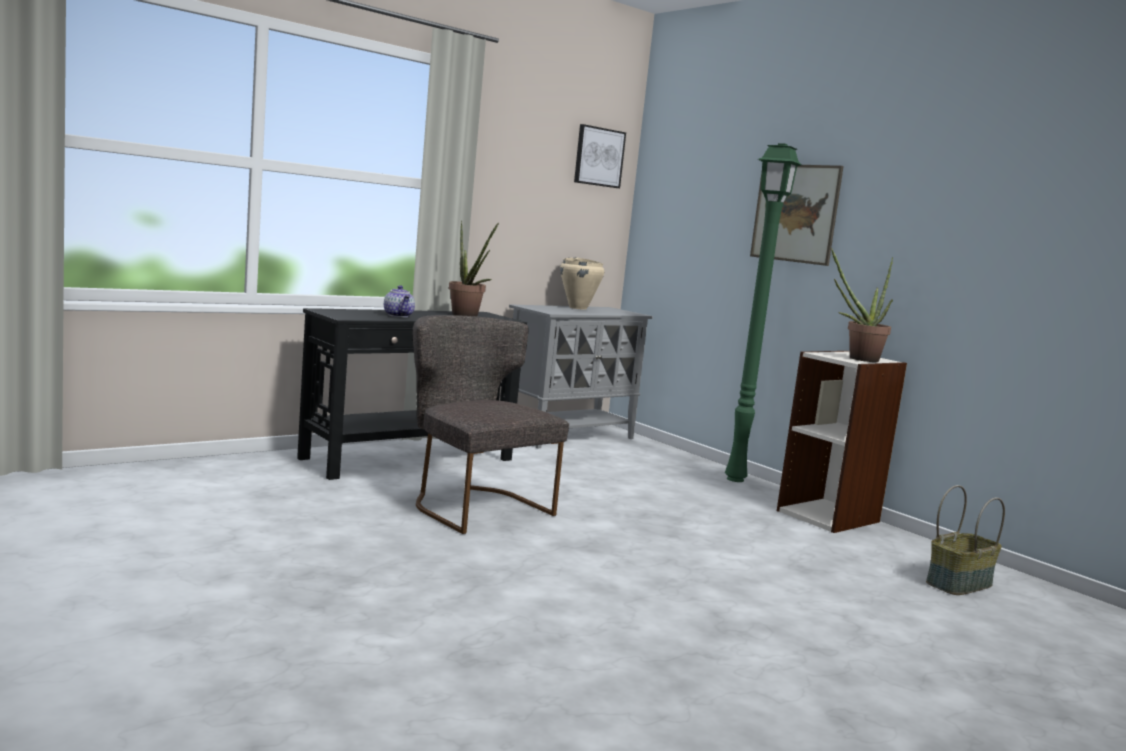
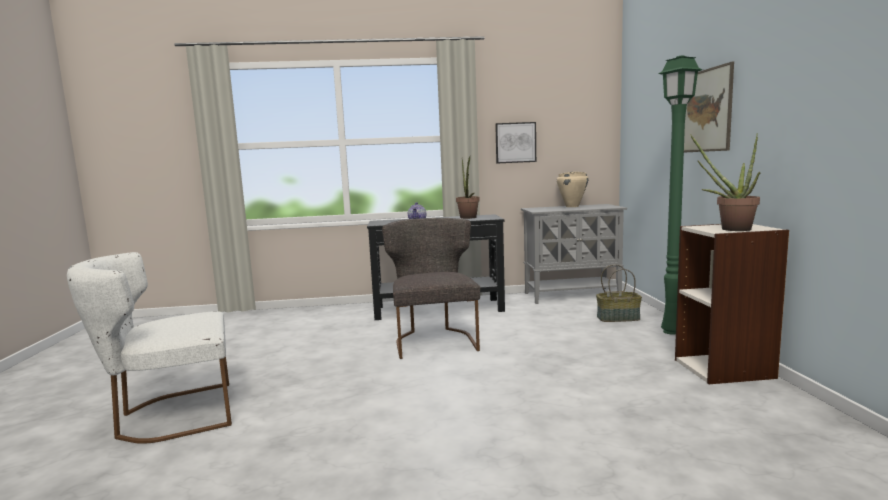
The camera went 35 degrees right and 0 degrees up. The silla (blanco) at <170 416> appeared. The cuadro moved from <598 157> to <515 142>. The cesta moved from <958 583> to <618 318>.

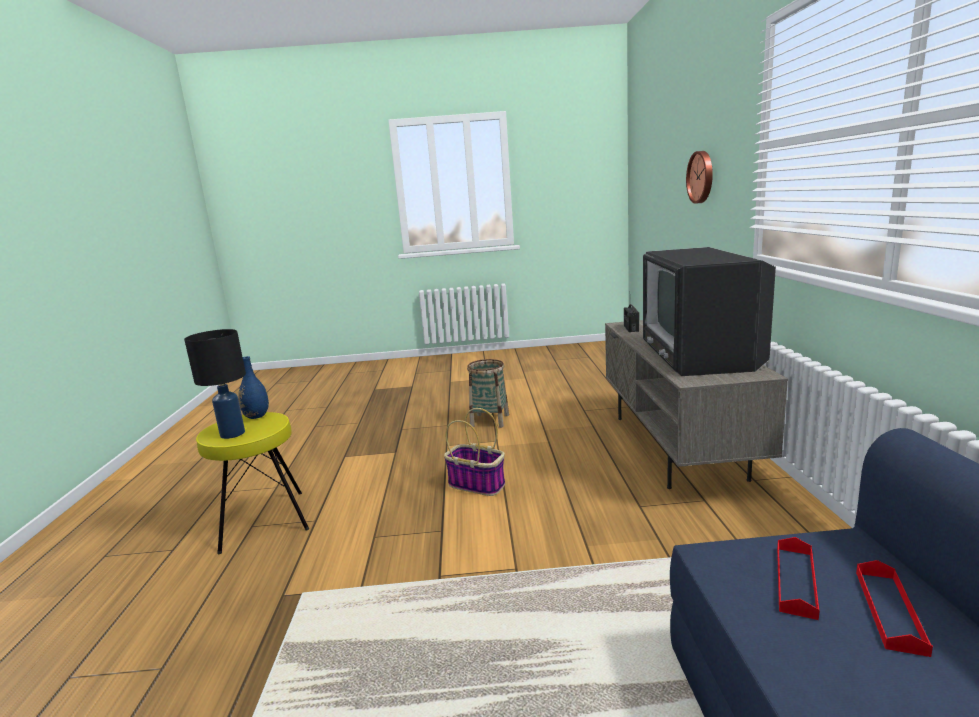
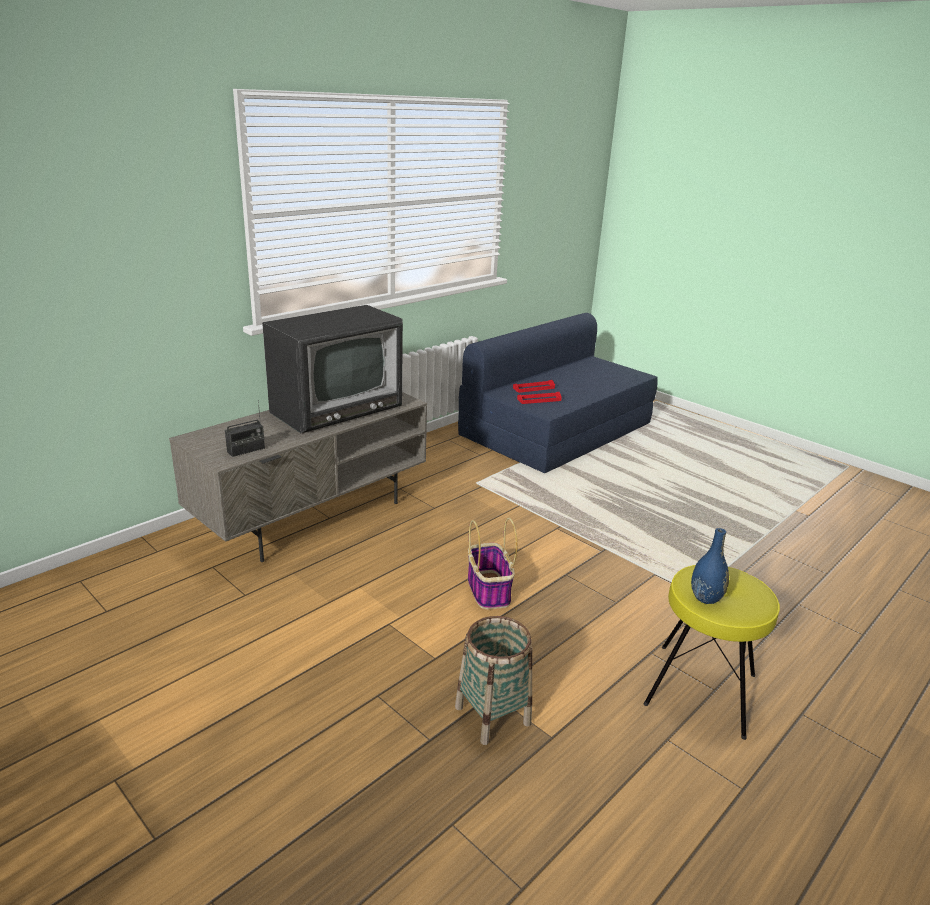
The camera went 135 degrees left and 10 degrees up. The lámpara de mesa (negro) at <231 434> disappeared. The reloj de pared at <701 177> disappeared. The cesta moved from <489 420> to <493 715>.

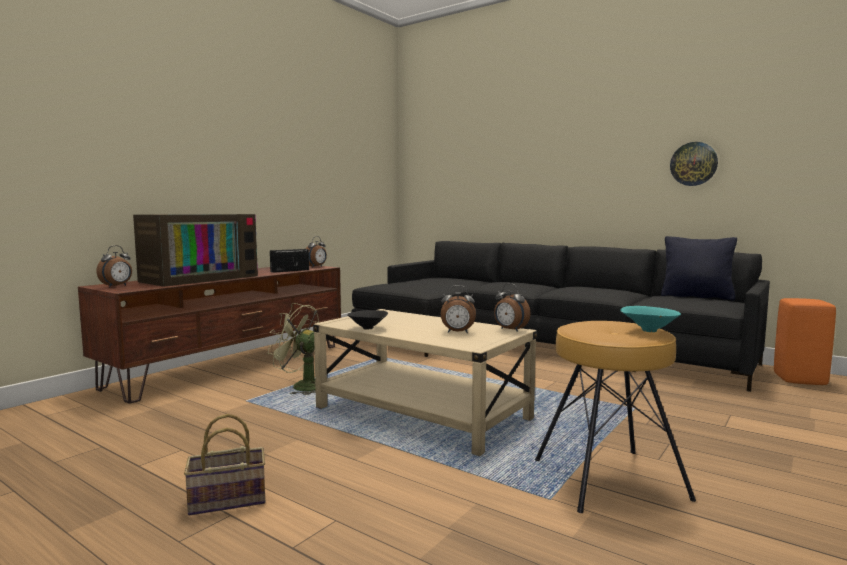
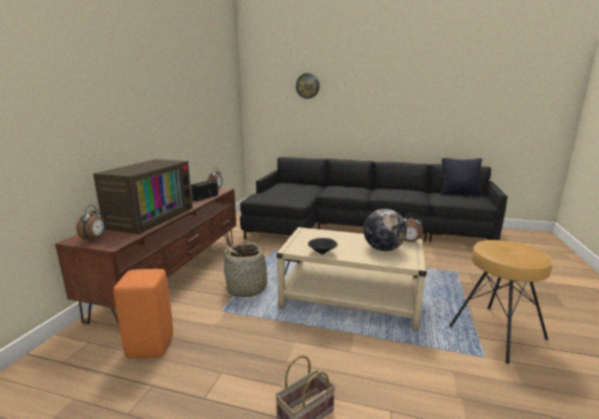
The camera went 20 degrees left and 10 degrees up. The cuenco (turquesa) at <647 331> disappeared. The reloj de pared moved from <693 164> to <307 86>. The taburete (naranja) moved from <800 380> to <151 346>. The ventilador (verde) at <301 386> was replaced by the cesta at <247 288>. The despertador at <457 332> was replaced by the globo terráqueo at <383 249>.

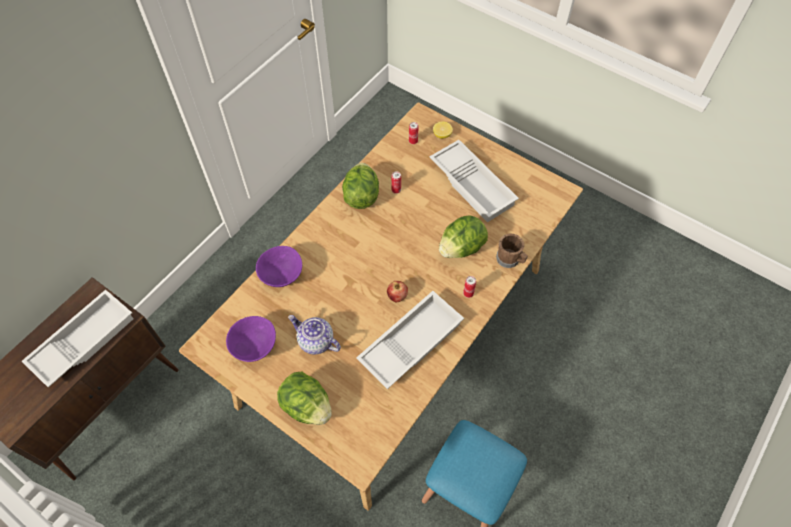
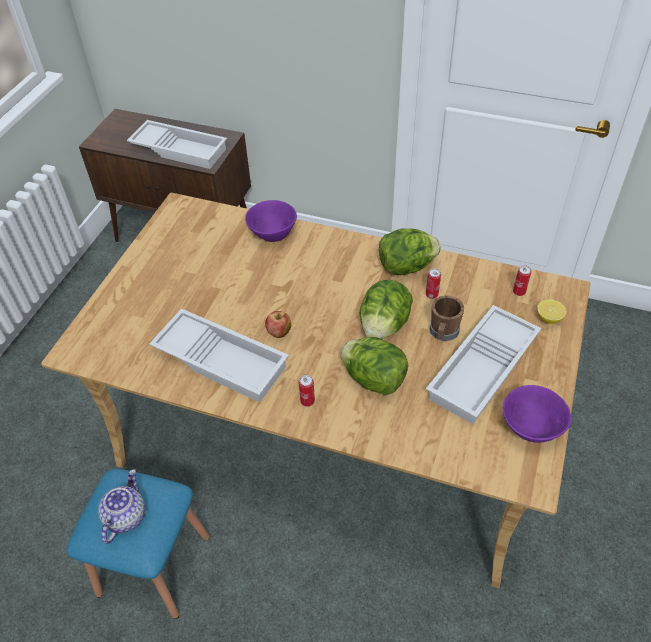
The camera went 75 degrees right and 10 degrees down. The cuenco (morado) moved from <254 346> to <531 427>. The lechuga moved from <307 406> to <384 326>. The tetera moved from <315 341> to <125 516>. The taza grande (marrón) moved from <510 260> to <443 333>.

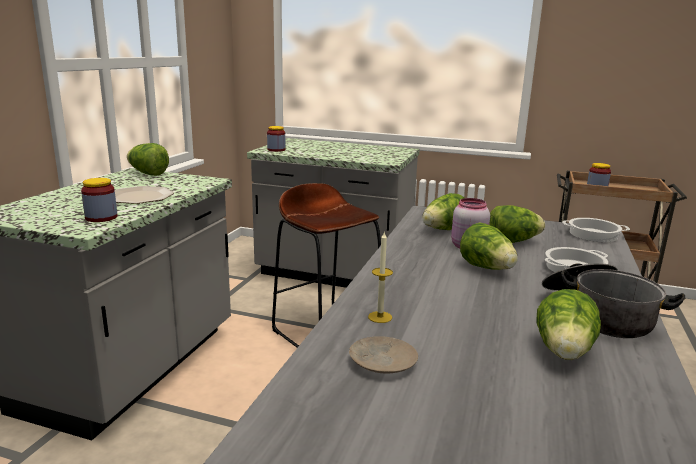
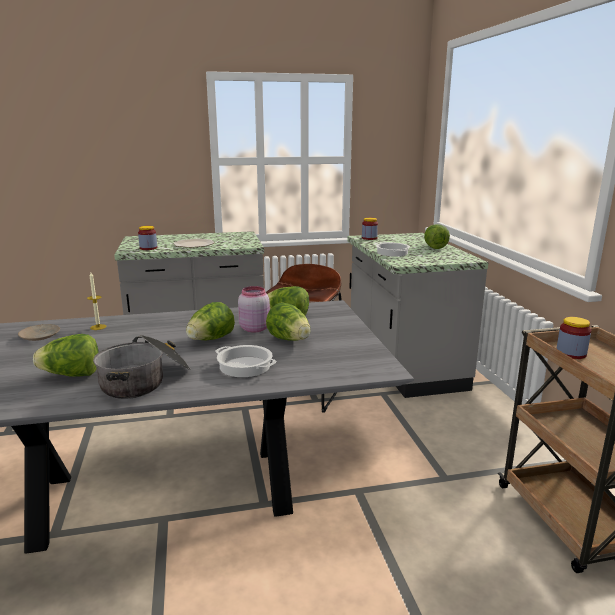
The camera went 60 degrees right and 0 degrees up. The lechuga moved from <148 174> to <434 247>. The olla moved from <593 235> to <392 253>.

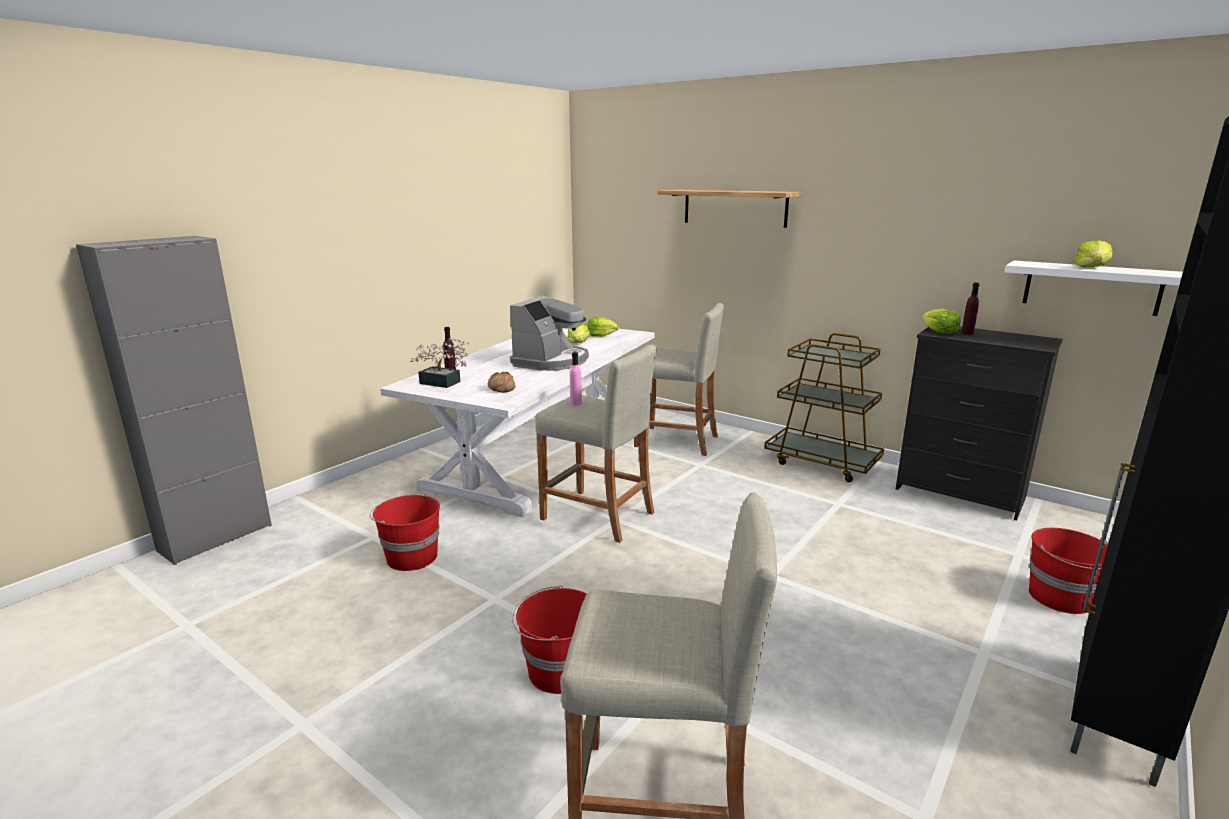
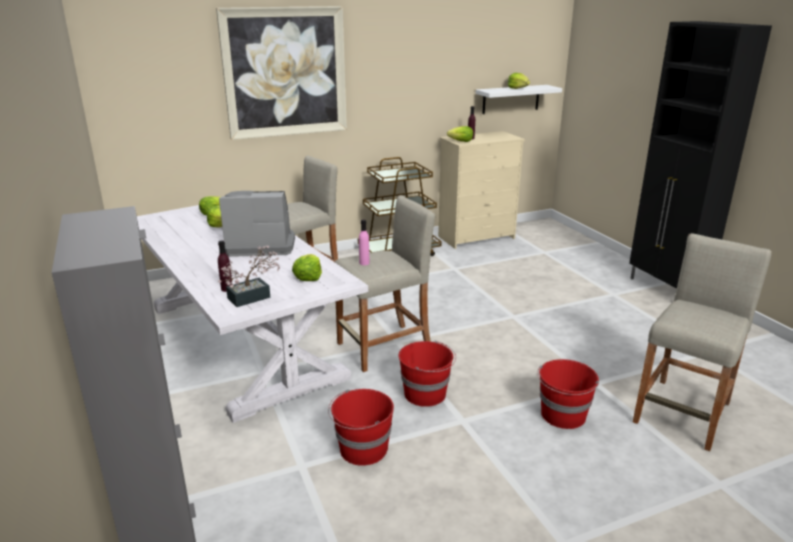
The camera went 60 degrees left and 5 degrees up. The cubo (rojo) moved from <1061 598> to <426 394>. The pan at <501 389> was replaced by the lechuga at <308 277>. The estante at <734 207> was replaced by the cuadro at <285 72>. The cómoda (negro) at <960 494> became the cómoda (beis) at <477 237>. The cafetera at <551 361> turned 60 degrees counterclockwise.

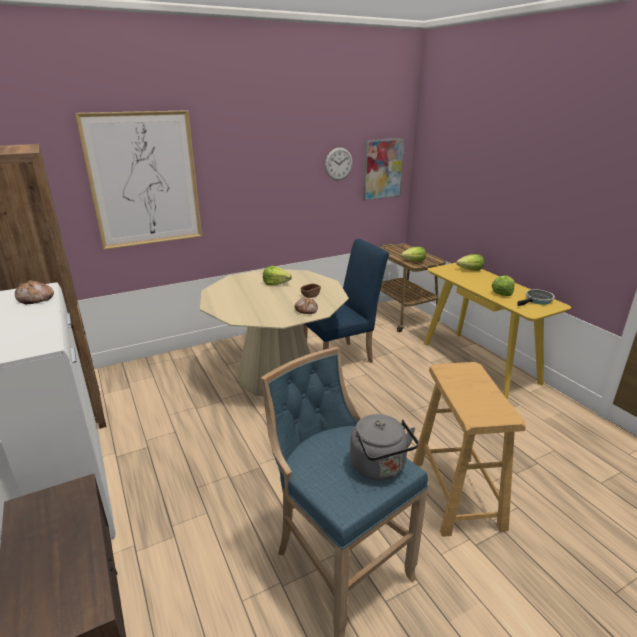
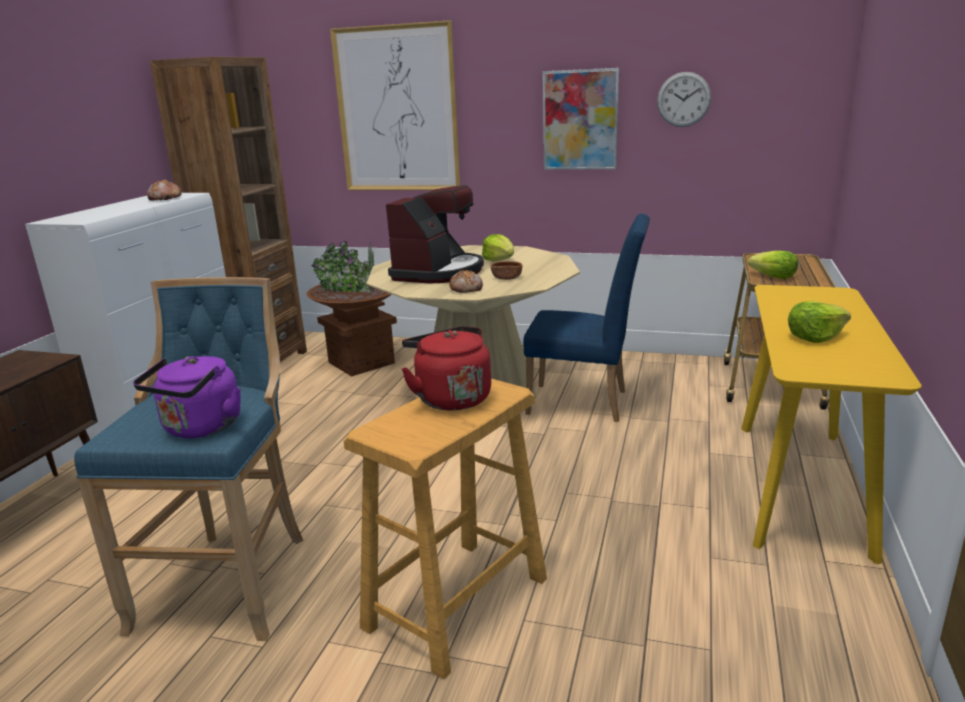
The camera went 45 degrees right and 5 degrees down. The lechuga at <470 270> disappeared. The sartén at <537 300> disappeared. The maceta (marrón) at <361 362> appeared. The cafetera at <438 272> appeared. The hervidor (rojo) at <450 398> appeared. The cuadro moved from <383 169> to <580 120>. The hervidor (gris) at <380 468> became the hervidor (morado) at <200 429>.

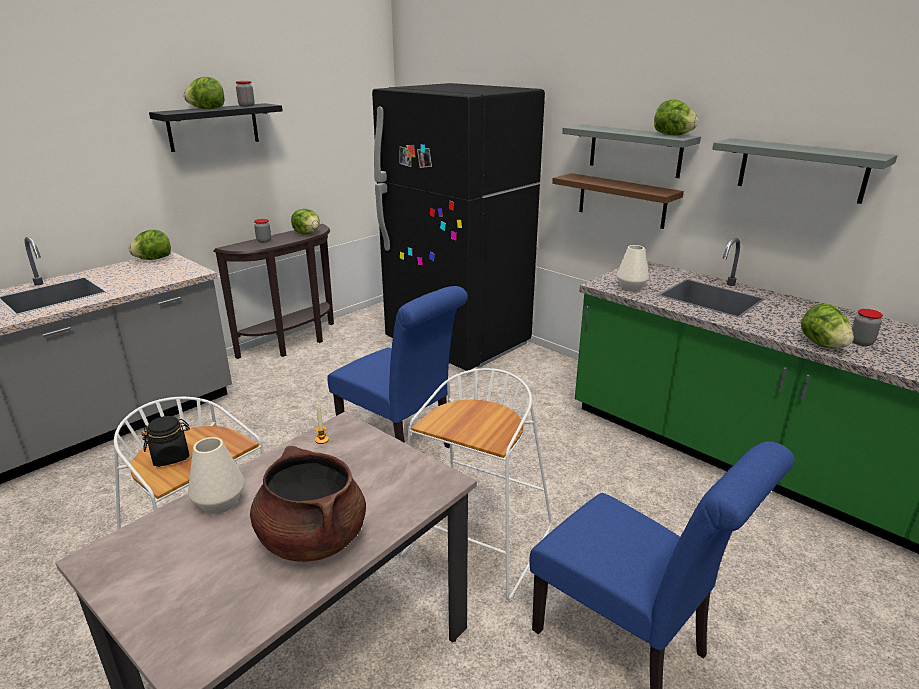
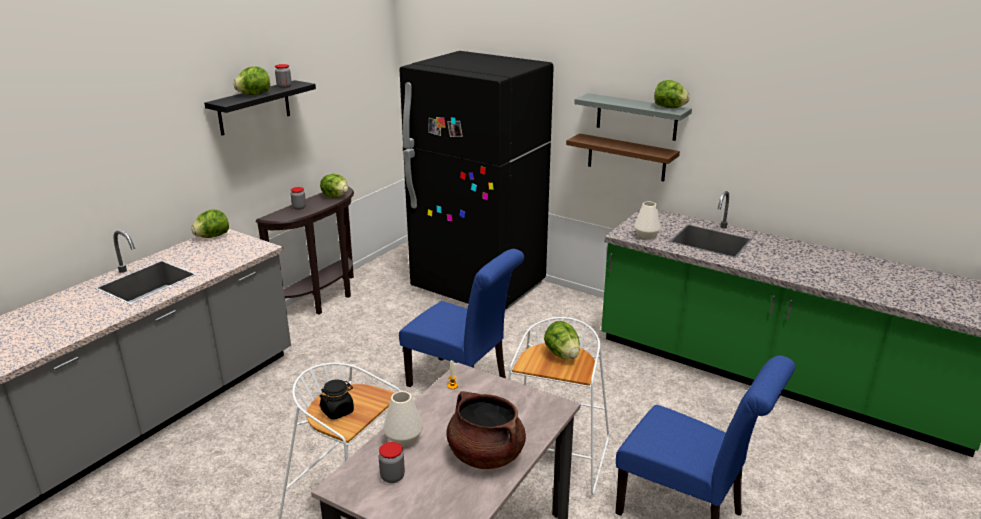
The camera went 10 degrees left and 0 degrees up. The estante (gris) at <801 170> disappeared. The lechuga moved from <822 345> to <562 354>. The tarro moved from <861 342> to <392 477>.

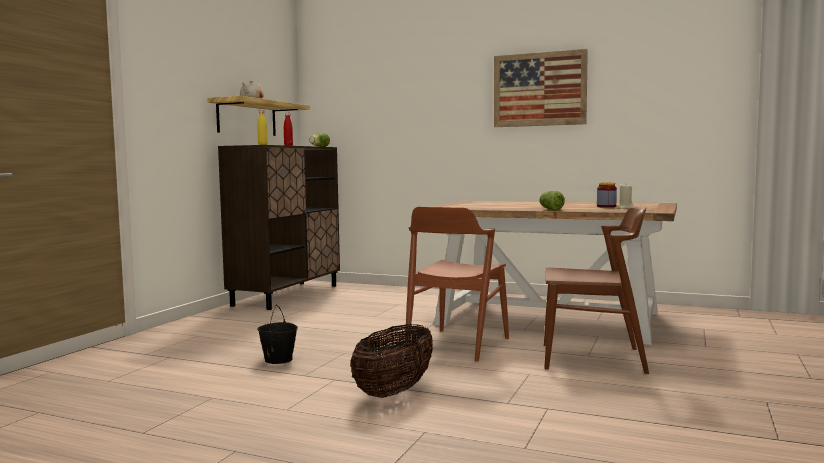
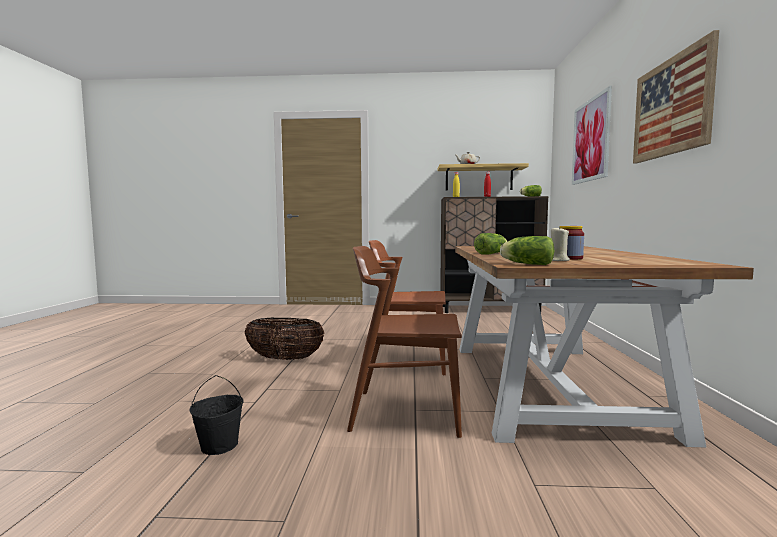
The camera went 70 degrees right and 0 degrees up. The lechuga at <526 264> appeared. The cuadro at <591 140> appeared. The cubo (negro) moved from <278 360> to <220 445>. The silla (marrón) at <593 358> turned 105 degrees clockwise.

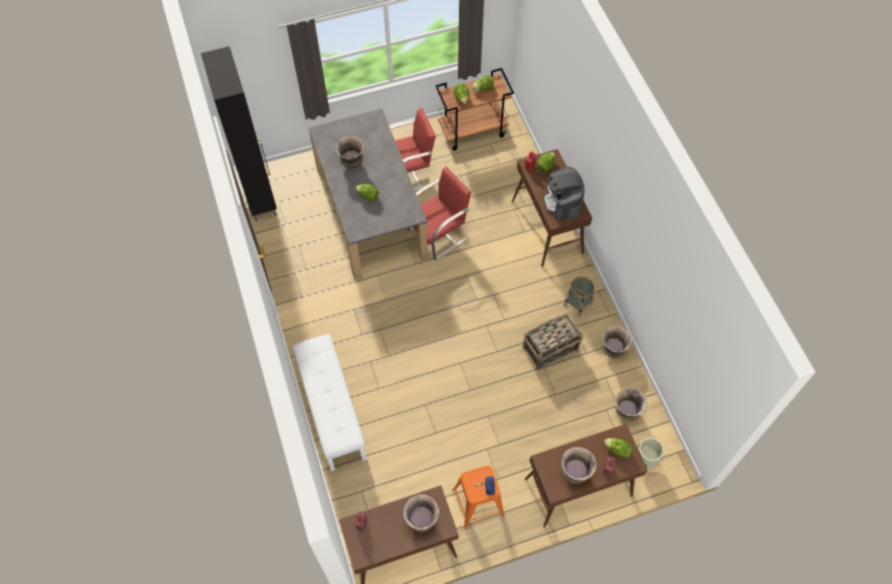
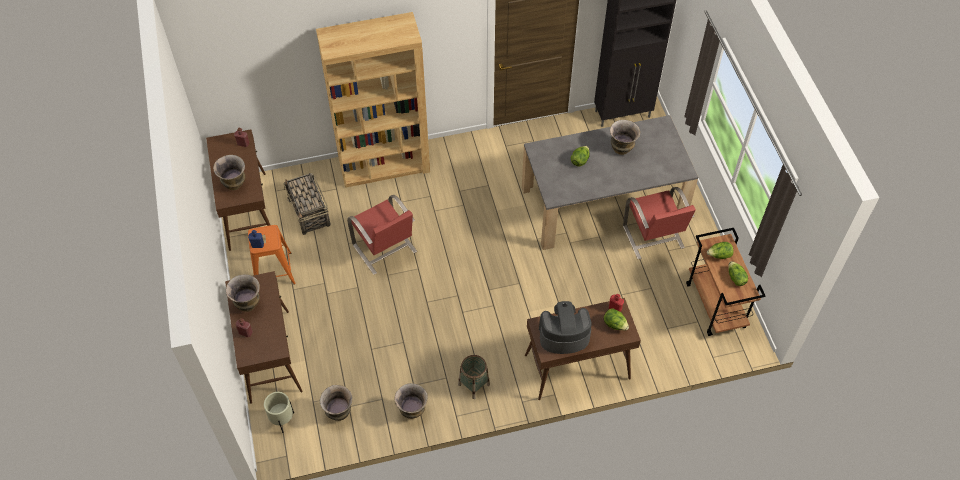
The camera went 95 degrees right and 5 degrees down. The lechuga at <617 450> disappeared. The silla (rojo) moved from <438 234> to <385 249>. The cesta moved from <551 348> to <309 213>. The banco (blanco) at <331 410> was replaced by the estantería (marrón) at <384 165>.

